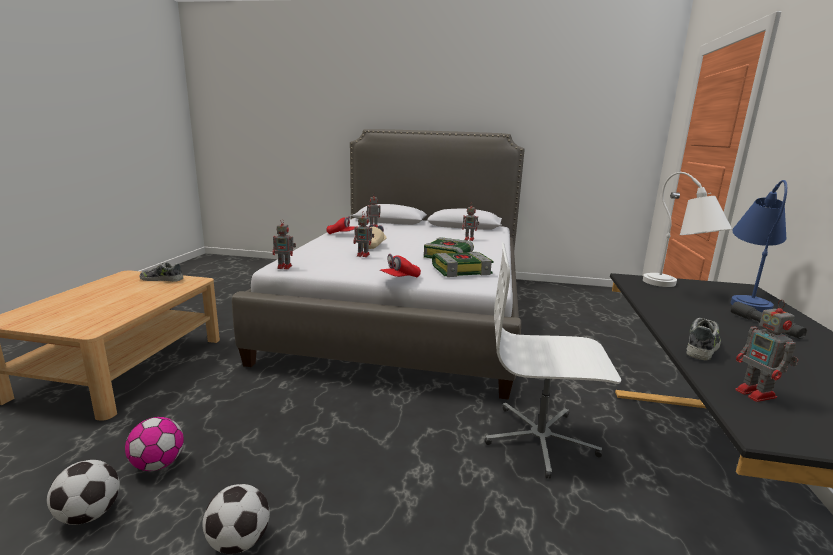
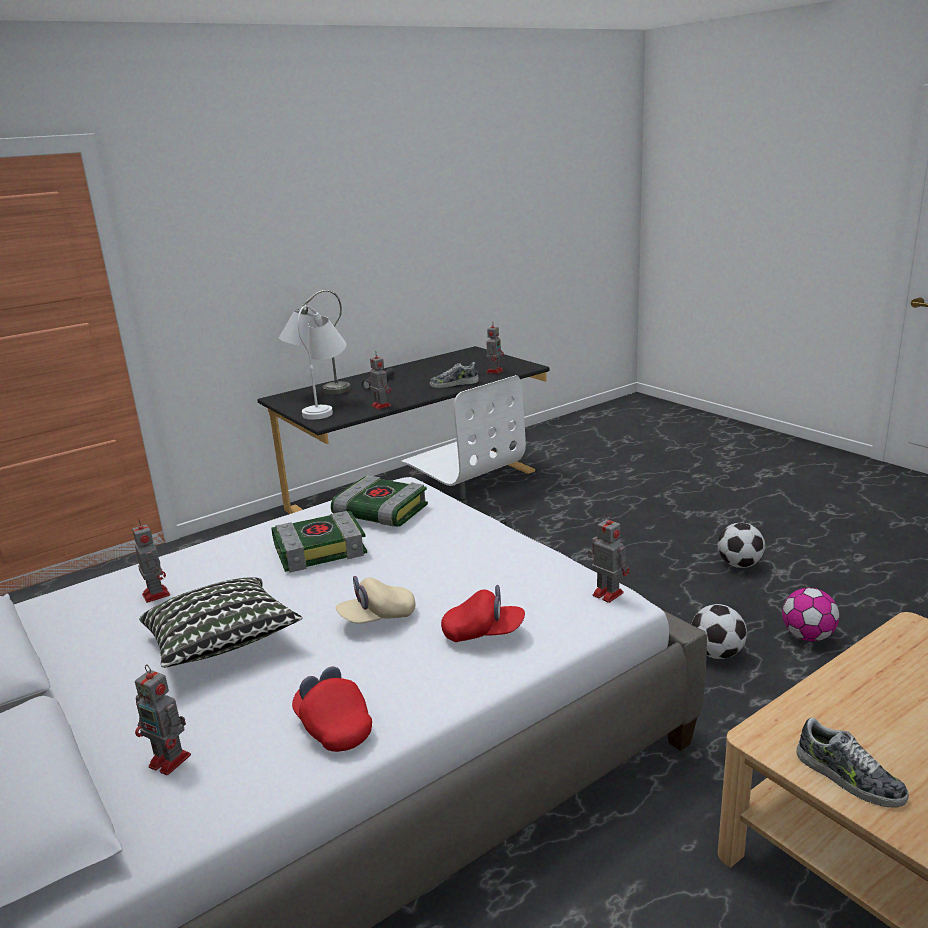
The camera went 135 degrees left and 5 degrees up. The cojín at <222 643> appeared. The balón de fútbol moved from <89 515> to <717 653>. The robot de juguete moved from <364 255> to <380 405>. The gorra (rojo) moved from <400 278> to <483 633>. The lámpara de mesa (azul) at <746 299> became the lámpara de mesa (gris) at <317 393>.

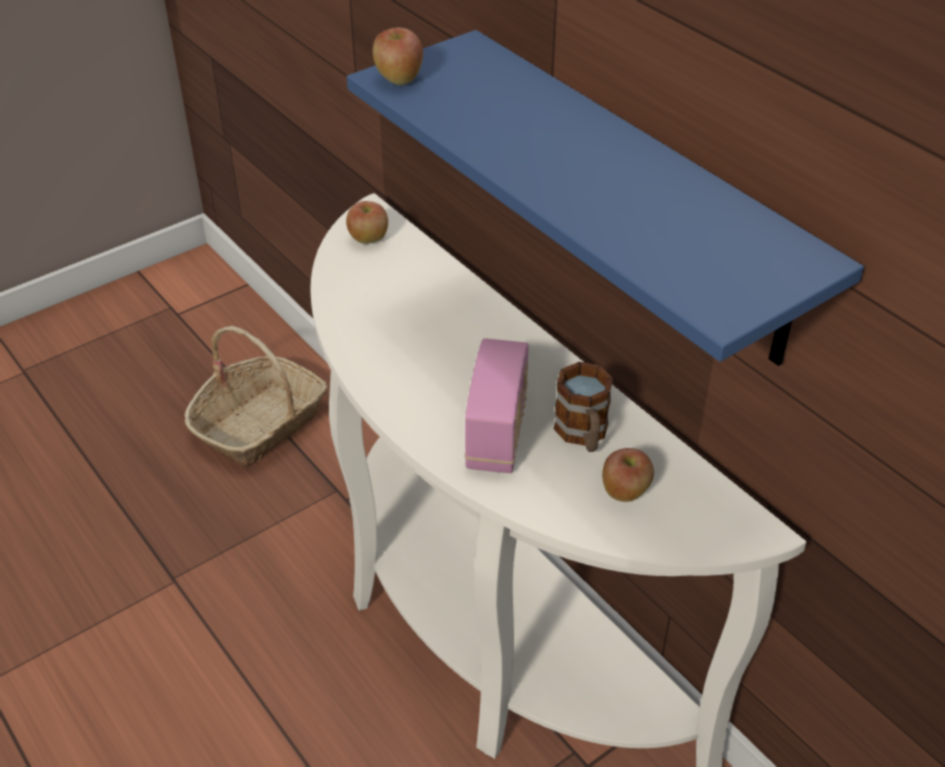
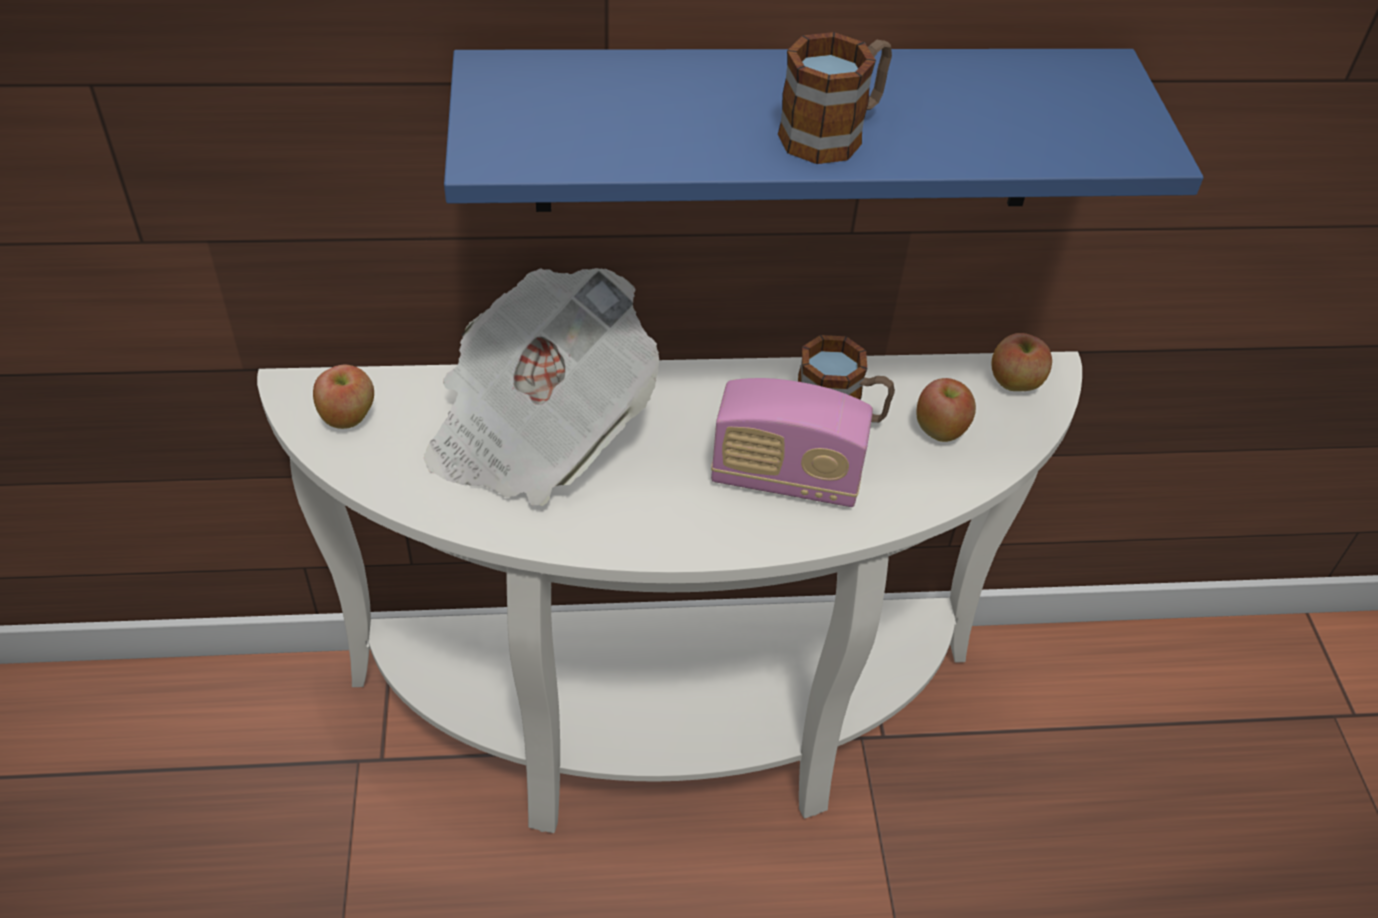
The camera went 60 degrees left and 5 degrees up. The cesta at <260 424> disappeared. The periódico at <537 429> appeared. The taza grande at <834 133> appeared. The manzana moved from <398 79> to <1014 384>. The radio at <497 433> turned 150 degrees clockwise.

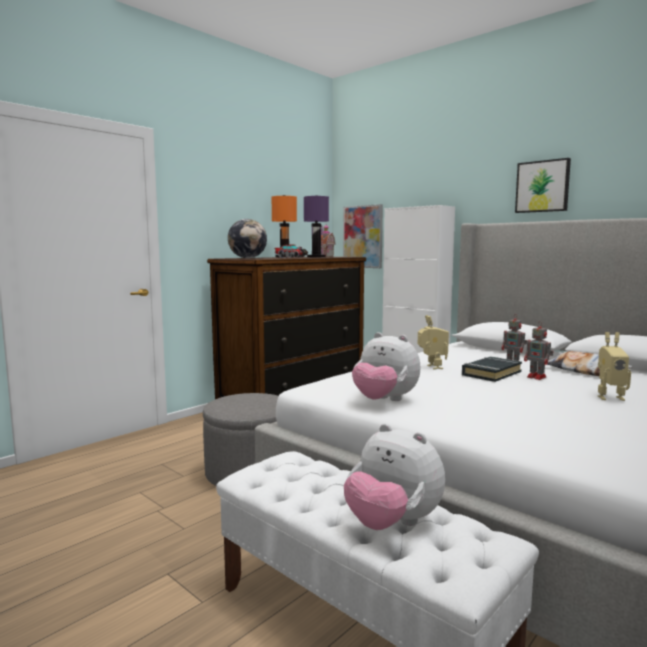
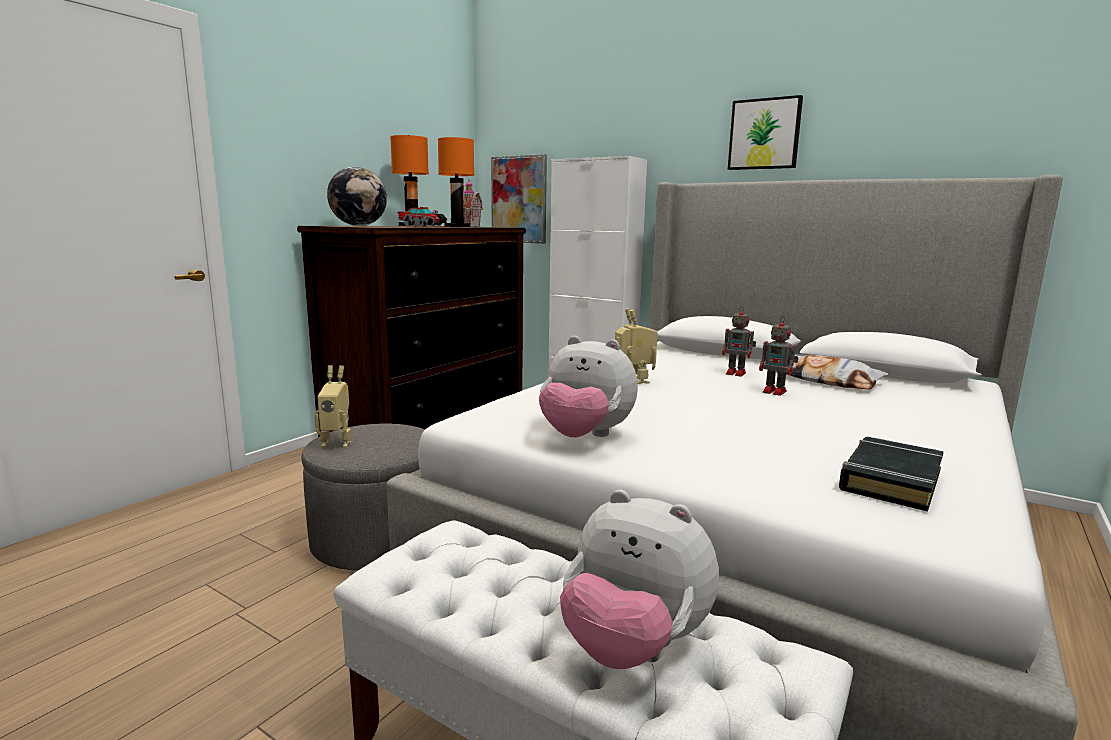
The camera went 10 degrees left and 5 degrees up. The libro (negro) moved from <491 373> to <890 480>. The robot de juguete moved from <609 397> to <337 443>. The lámpara de mesa (morado) at <316 257> became the lámpara de mesa (naranja) at <457 226>.

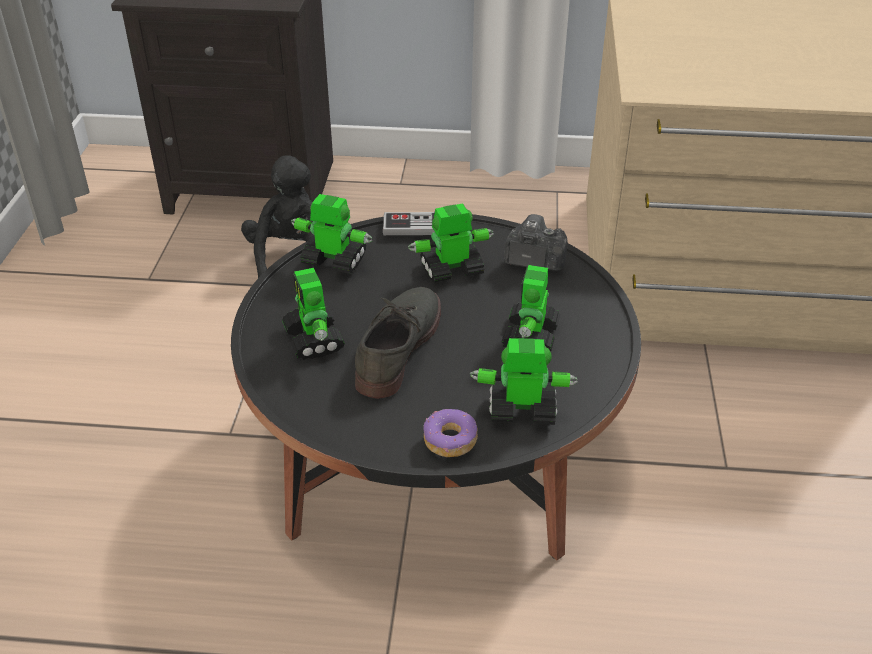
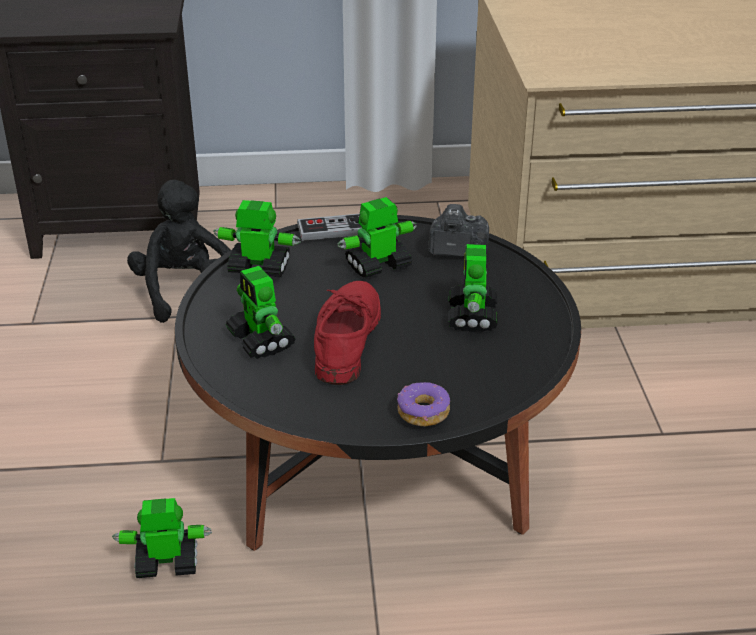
The camera went 10 degrees left and 5 degrees down. The robot de juguete moved from <521 409> to <166 562>. The zapato (gris) at <397 346> became the zapato (rojo) at <346 337>.

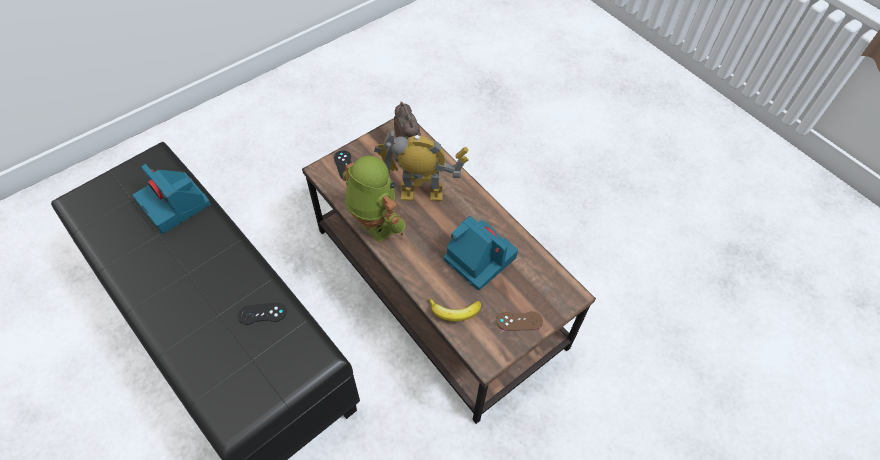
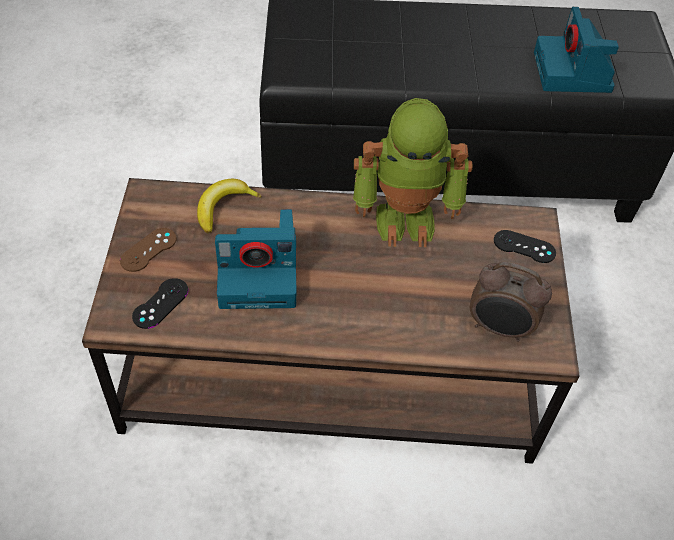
The camera went 130 degrees right and 5 degrees down. The robot de juguete at <421 193> disappeared. The mando de consola (negro) moved from <262 313> to <160 303>. The cámara at <176 204> turned 90 degrees counterclockwise.

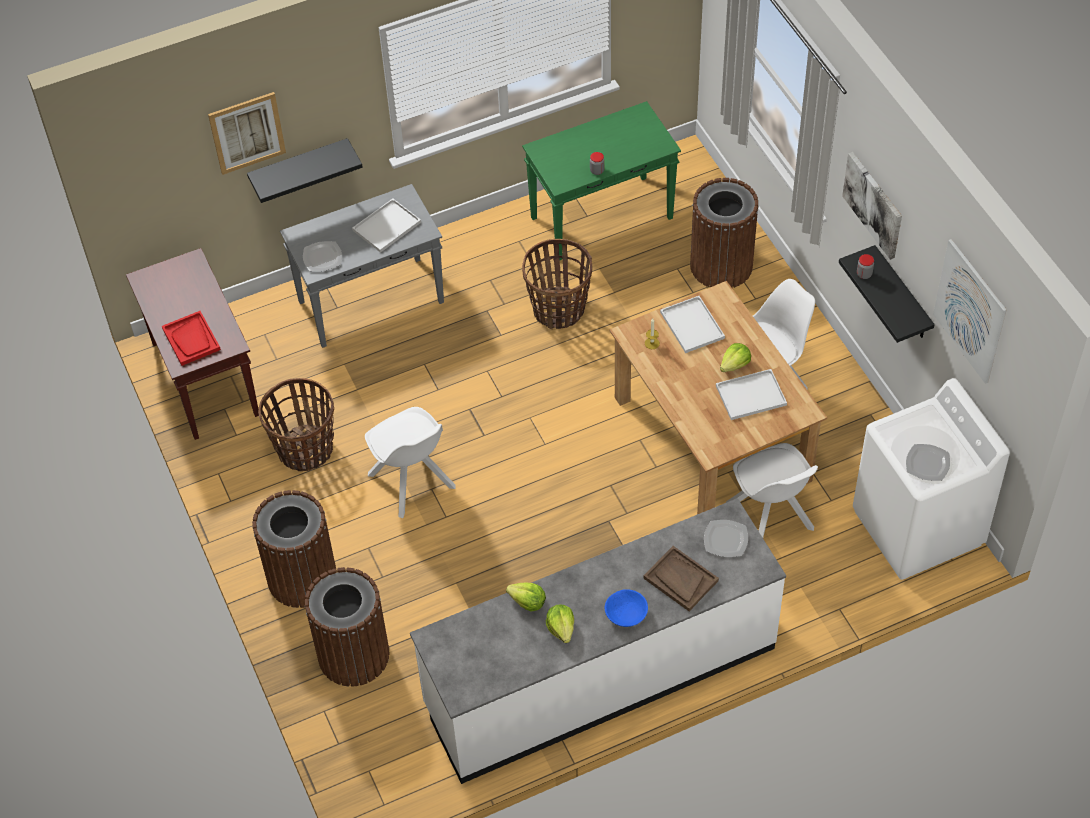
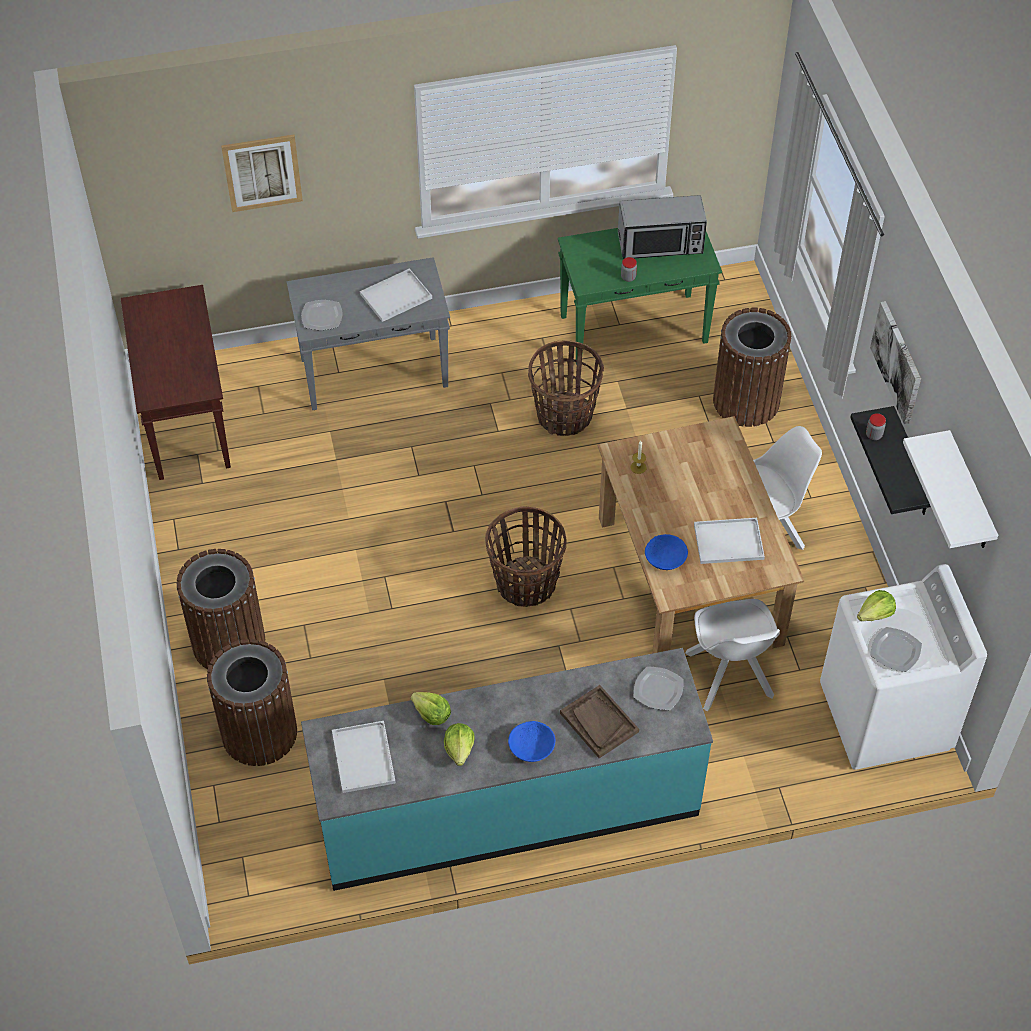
The camera went 10 degrees right and 0 degrees up. The bandeja (rojo) at <191 339> disappeared. The estante (negro) at <299 167> disappeared. The silla (blanco) at <412 483> disappeared. The microondas at <660 243> appeared. The cuenco (azul) at <665 558> appeared. The cesta moved from <305 450> to <525 584>. The bandeja (blanco) moved from <693 326> to <364 758>. The lechuga moved from <735 365> to <875 614>. The cuadro at <970 311> was replaced by the estante (blanco) at <969 494>. The mueble bajo de cocina (blanco) at <600 676> became the mueble bajo de cocina (turquesa) at <506 807>.

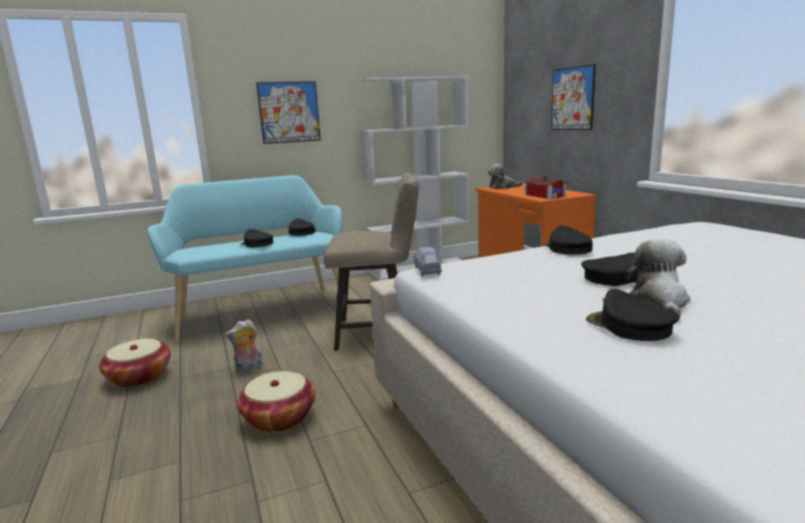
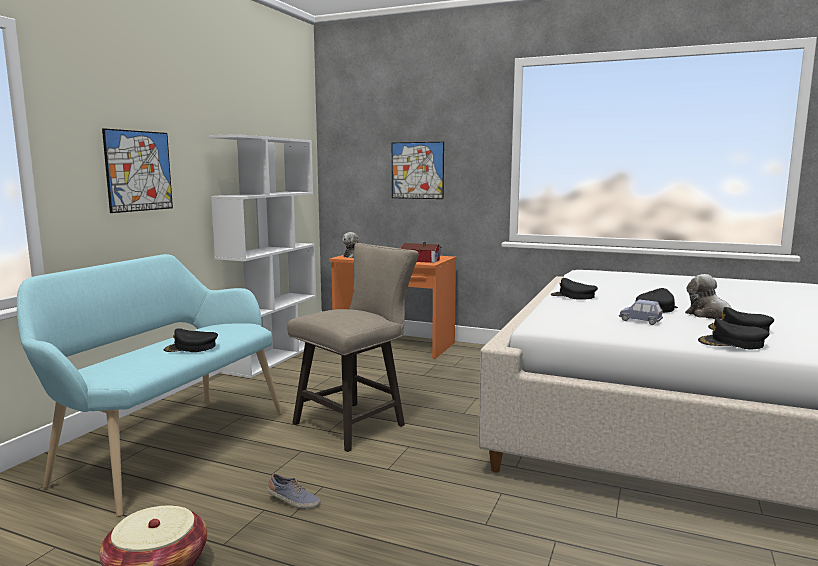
The camera went 45 degrees left and 5 degrees down. The cesta at <279 418> disappeared. The gorra (negro) moved from <301 233> to <732 343>. The coche de juguete (azul) moved from <427 271> to <640 321>. The peluche at <248 369> was replaced by the zapato at <293 501>.

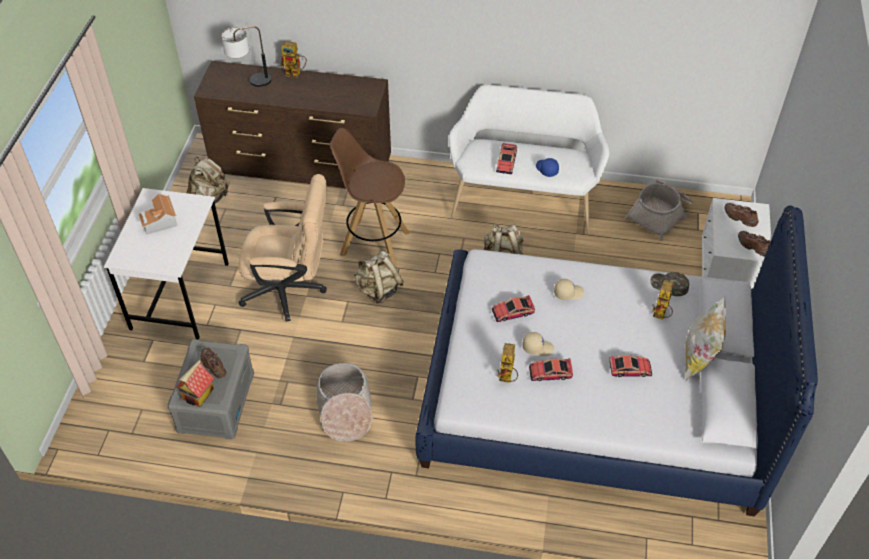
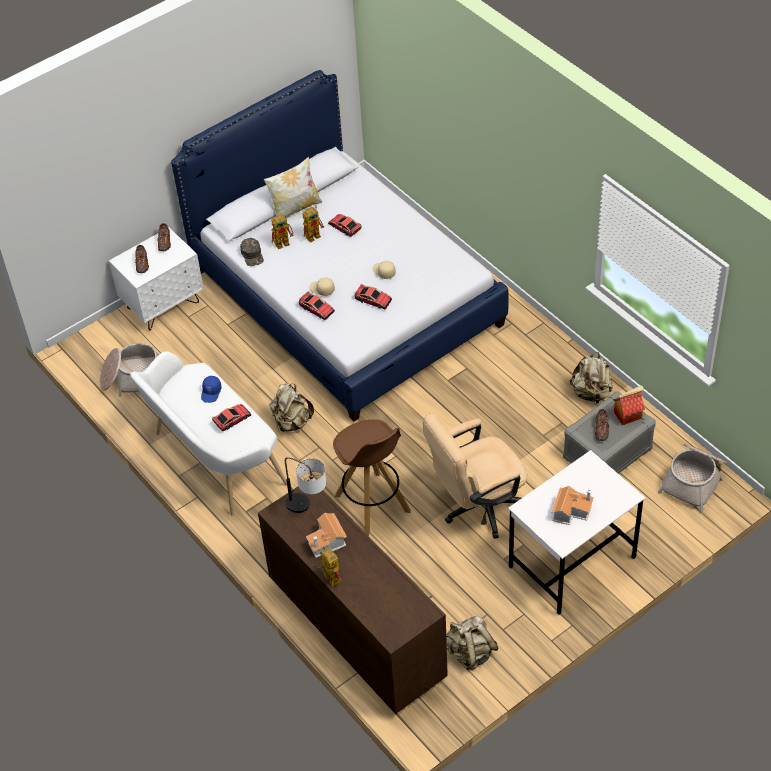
The camera went 135 degrees left and 0 degrees up. The casita at <327 542> appeared. The lámpara de mesa moved from <250 82> to <308 508>. The cesta moved from <345 409> to <694 480>. The mochila (beis) moved from <378 290> to <591 393>. The robot de juguete moved from <507 379> to <315 234>. The coche de juguete moved from <550 372> to <317 309>. The silla de oficina (beis) at <291 290> turned 75 degrees counterclockwise.

